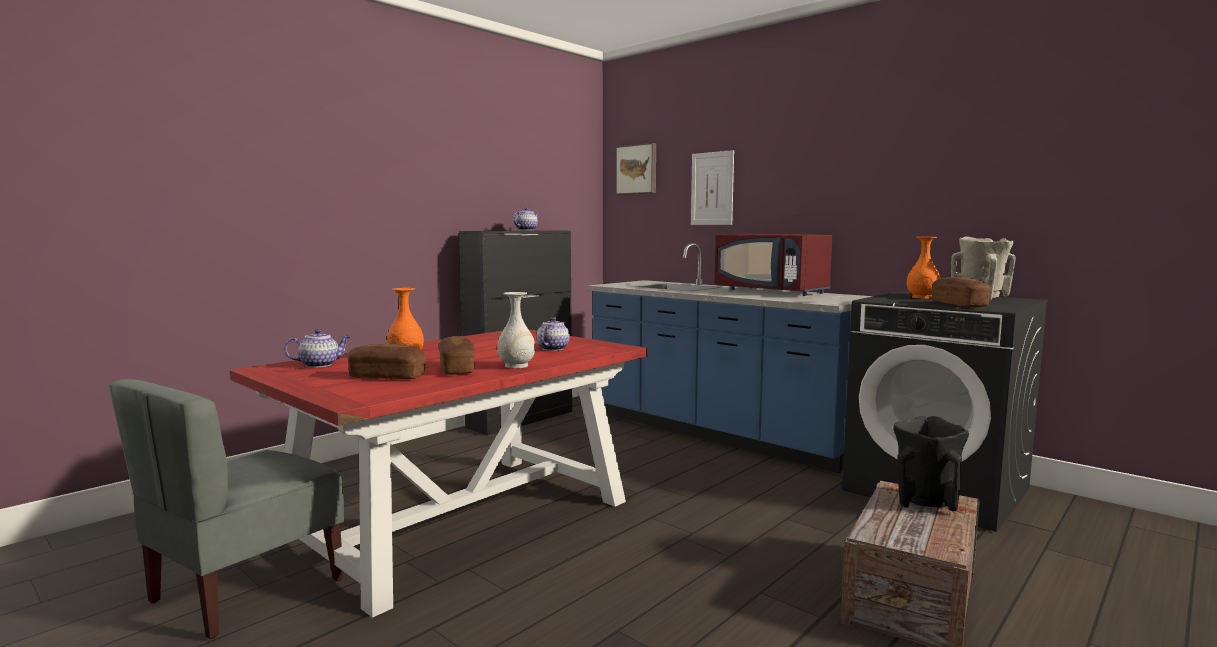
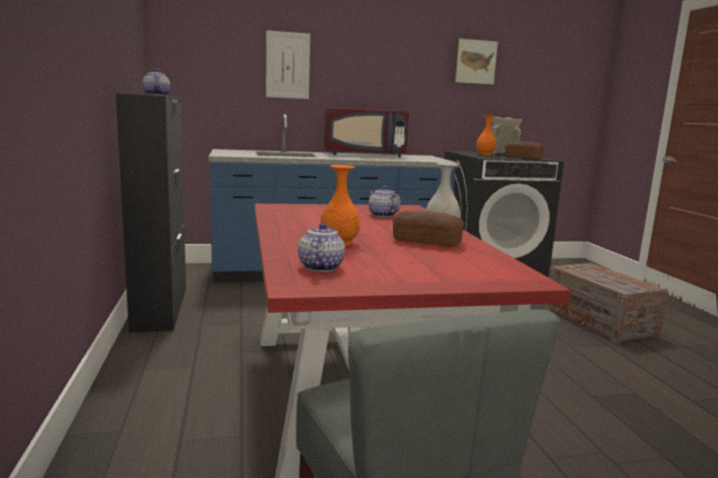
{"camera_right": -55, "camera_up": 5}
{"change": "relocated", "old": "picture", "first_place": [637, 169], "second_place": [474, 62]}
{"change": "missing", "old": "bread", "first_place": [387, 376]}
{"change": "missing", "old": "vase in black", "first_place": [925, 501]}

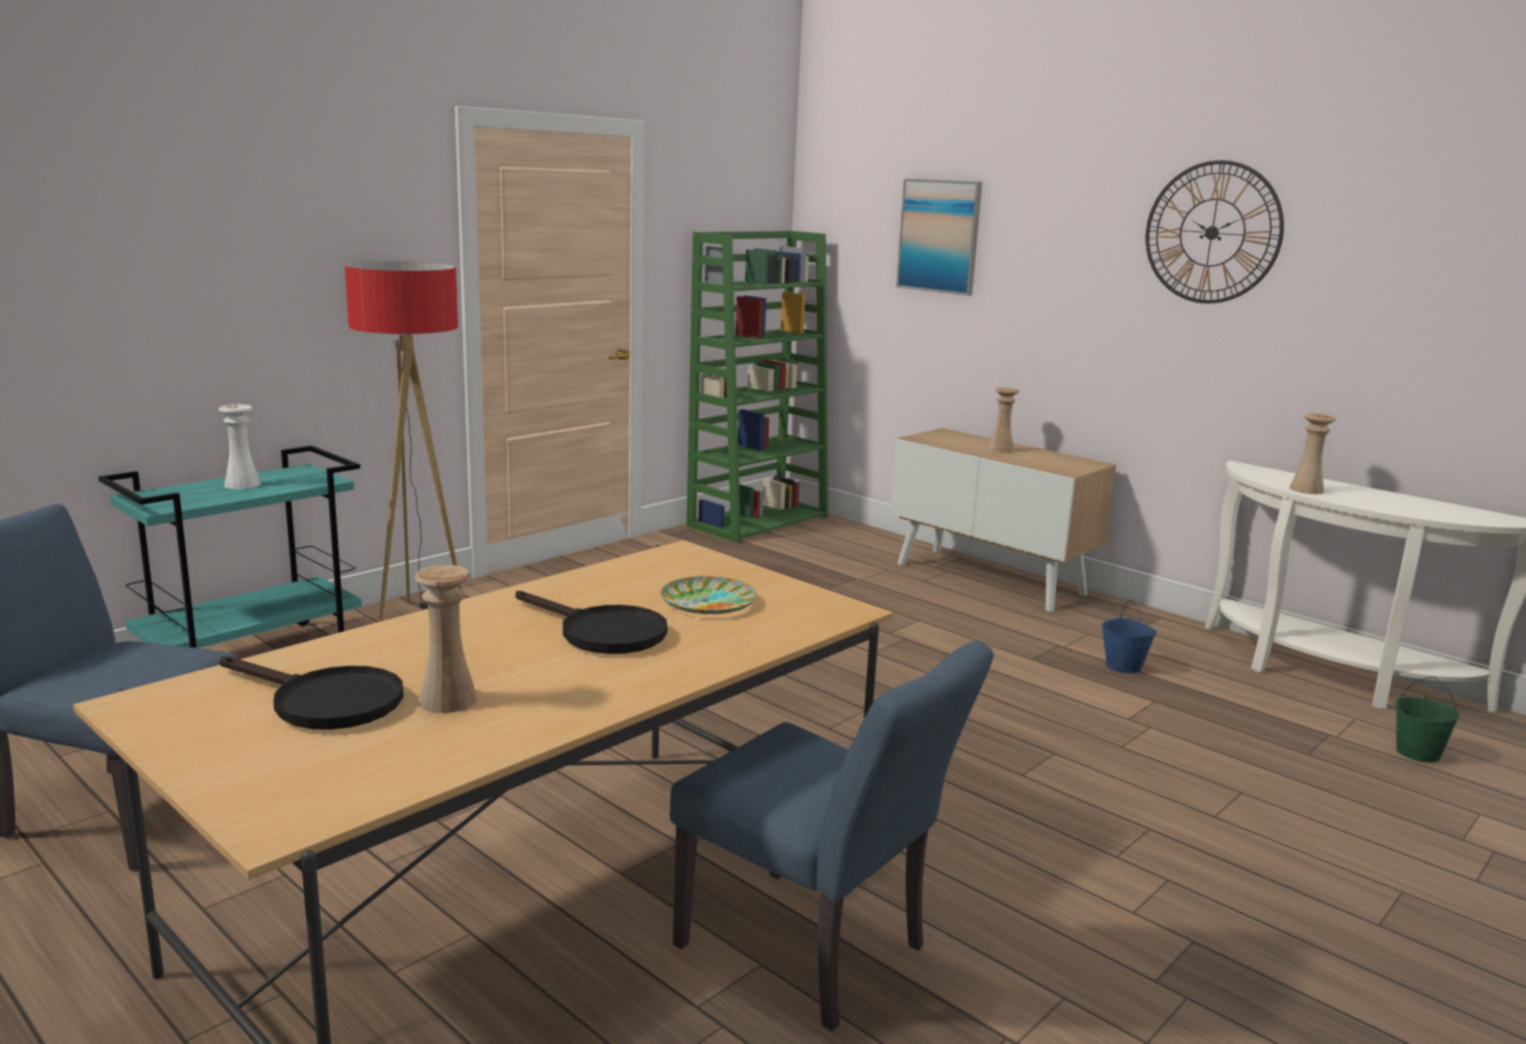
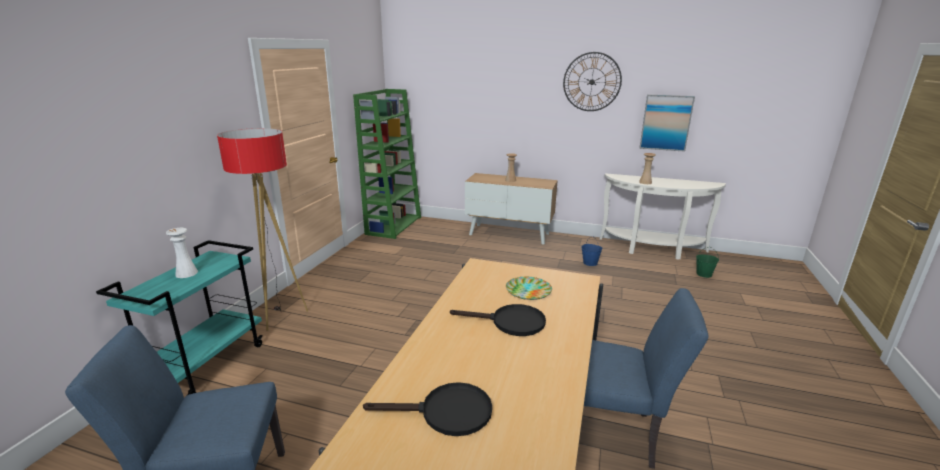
{"camera_right": -25, "camera_up": 5}
{"change": "relocated", "old": "picture", "first_place": [939, 236], "second_place": [666, 122]}
{"change": "missing", "old": "vase in beige", "first_place": [447, 700]}

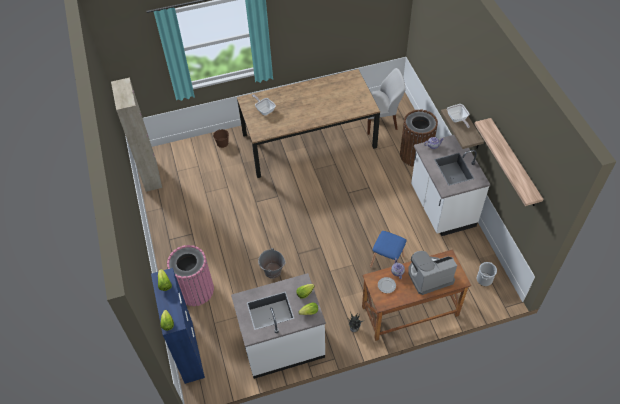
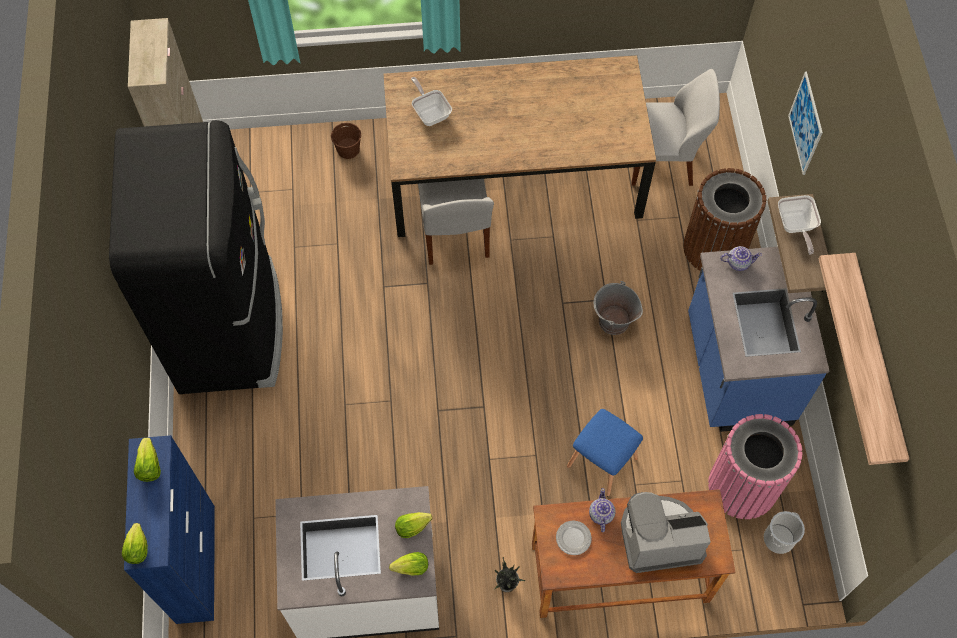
{"camera_right": 10, "camera_up": 10}
{"change": "appeared", "new": "fridge in black", "second_place": [230, 325]}
{"change": "appeared", "new": "chair in white", "second_place": [455, 236]}
{"change": "relocated", "old": "bucket in grey", "first_place": [272, 271], "second_place": [613, 321]}
{"change": "colour", "old": "counter in white", "new": "counter in blue", "first_place": [441, 207], "second_place": [736, 370]}
{"change": "relocated", "old": "trash can in pink", "first_place": [195, 290], "second_place": [743, 485]}
{"change": "appeared", "new": "picture", "second_place": [805, 123]}

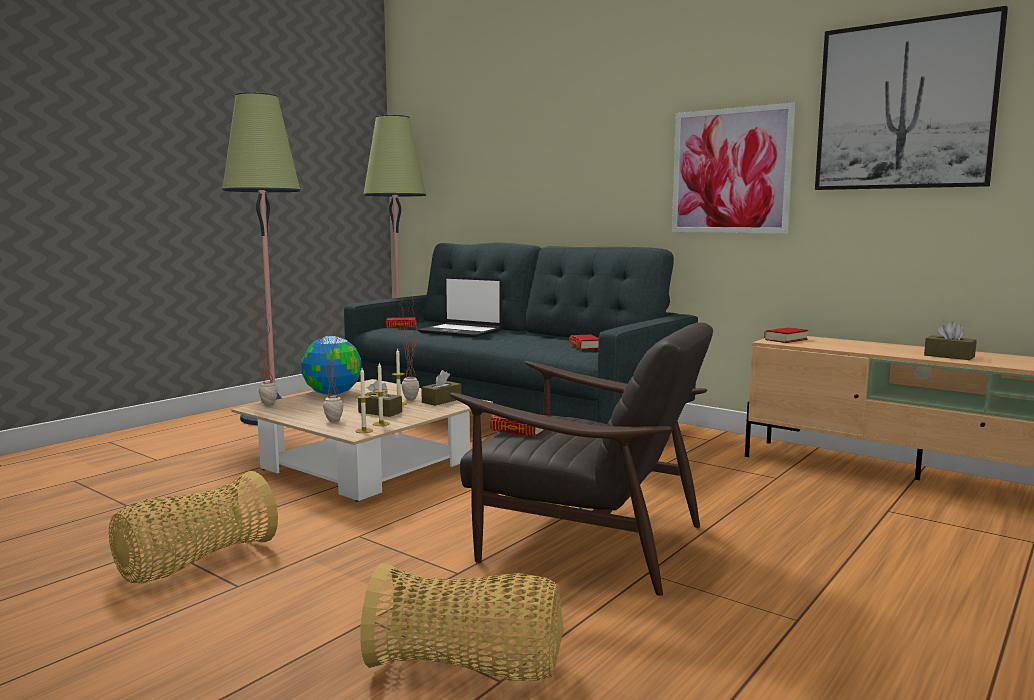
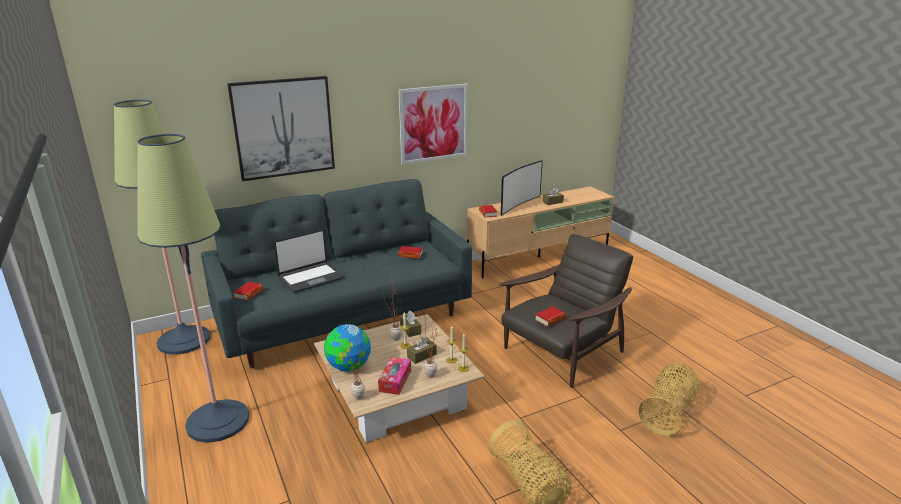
{"camera_right": -65, "camera_up": 15}
{"change": "relocated", "old": "picture", "first_place": [904, 106], "second_place": [283, 128]}
{"change": "appeared", "new": "tissue box", "second_place": [395, 381]}
{"change": "appeared", "new": "television", "second_place": [518, 205]}

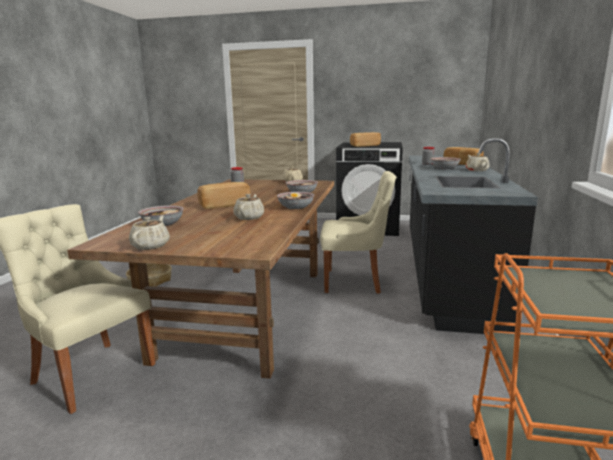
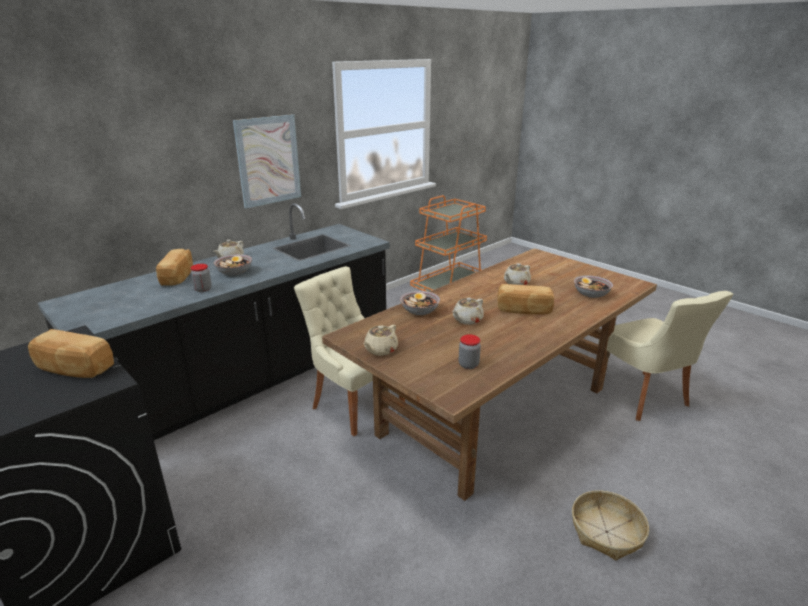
{"camera_right": -145, "camera_up": 10}
{"change": "appeared", "new": "picture", "second_place": [268, 161]}
{"change": "relocated", "old": "teapot in beige", "first_place": [151, 245], "second_place": [467, 320]}
{"change": "missing", "old": "bowl", "first_place": [296, 207]}

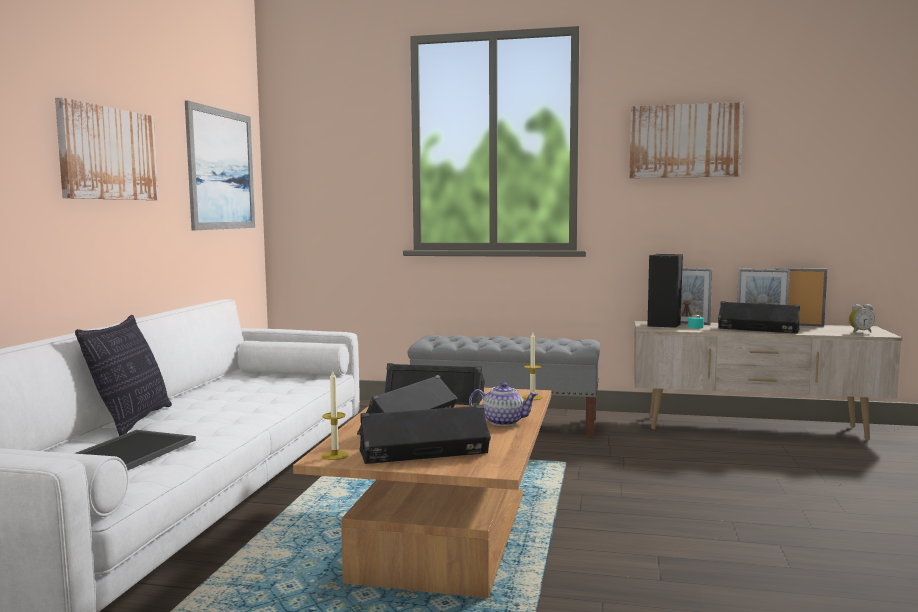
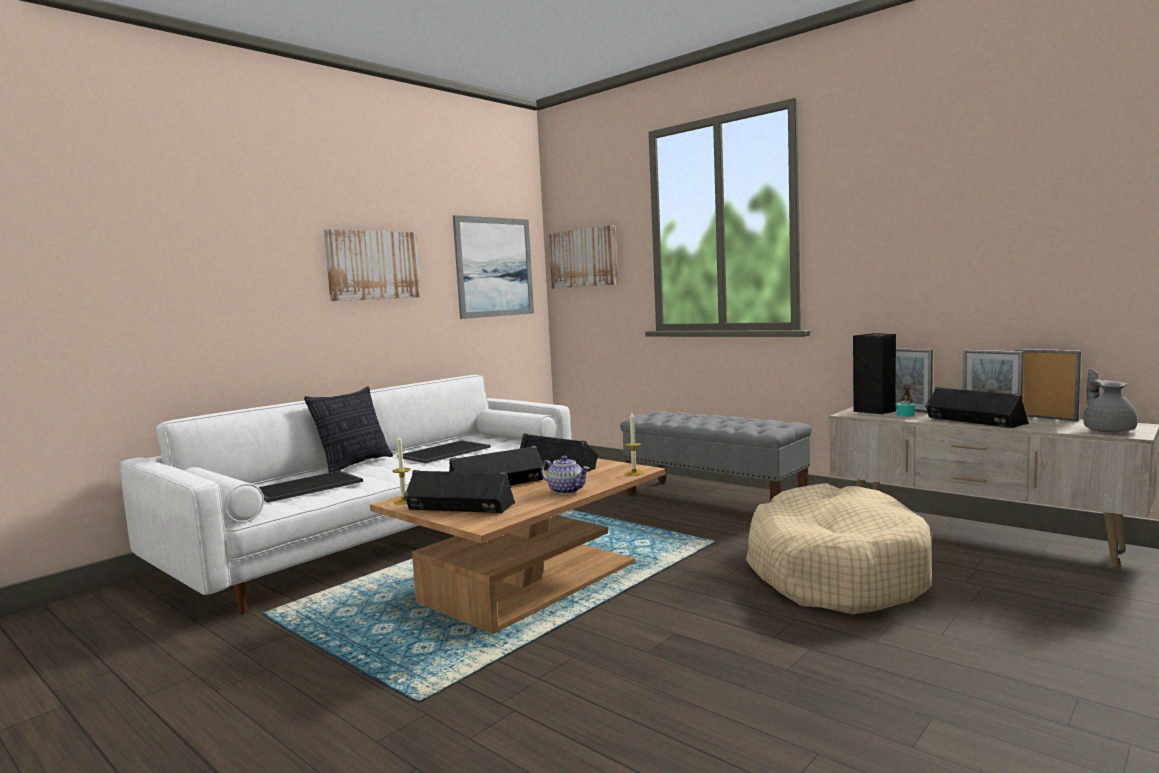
{"camera_right": 30, "camera_up": 0}
{"change": "appeared", "new": "tray", "second_place": [445, 452]}
{"change": "relocated", "old": "picture", "first_place": [684, 141], "second_place": [583, 258]}
{"change": "appeared", "new": "dog bed in beige", "second_place": [835, 572]}
{"change": "exchanged", "old": "alarm clock", "new": "teapot in grey", "first_place": [860, 332], "second_place": [1108, 430]}

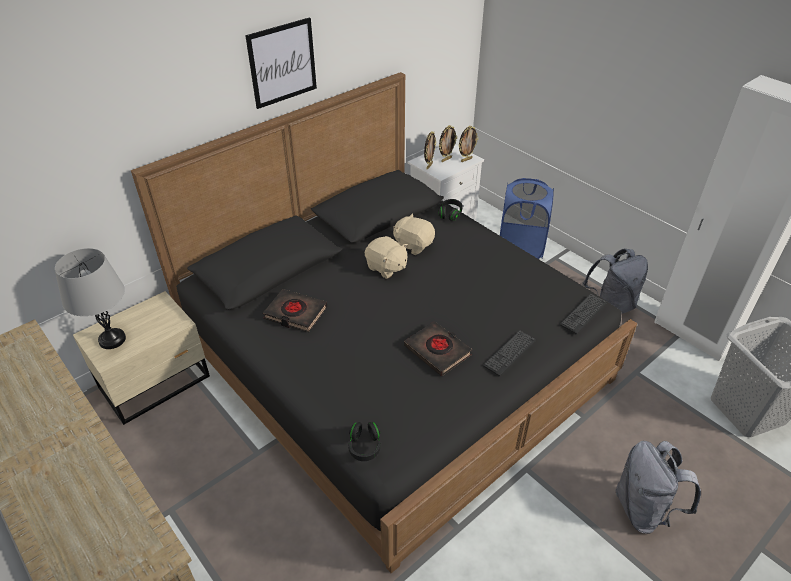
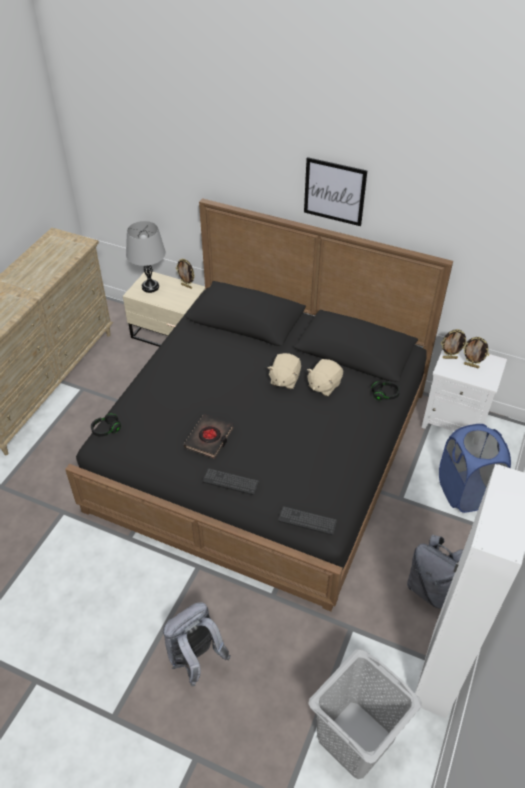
{"camera_right": 65, "camera_up": 5}
{"change": "relocated", "old": "picture frame", "first_place": [466, 160], "second_place": [187, 286]}
{"change": "spun", "old": "plush toy in beige", "first_place": [413, 245], "second_place": [324, 385], "degrees": -150}
{"change": "missing", "old": "book in black", "first_place": [295, 313]}

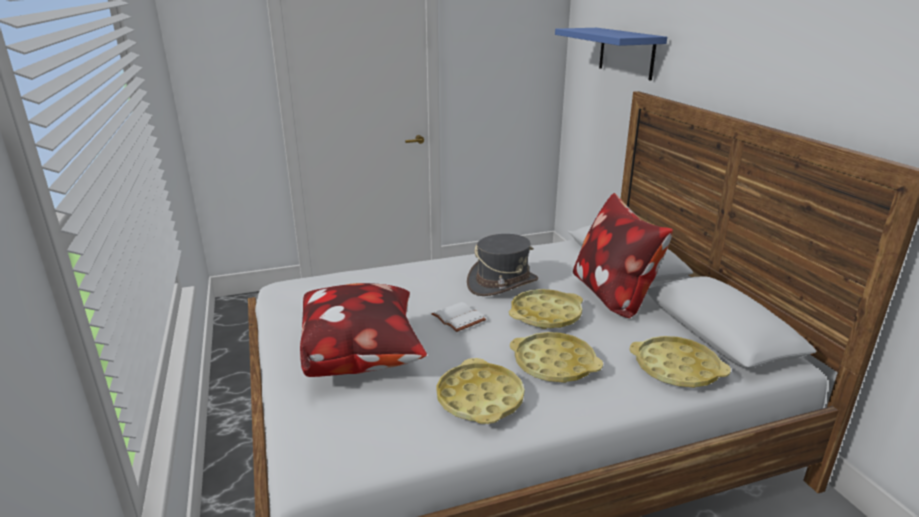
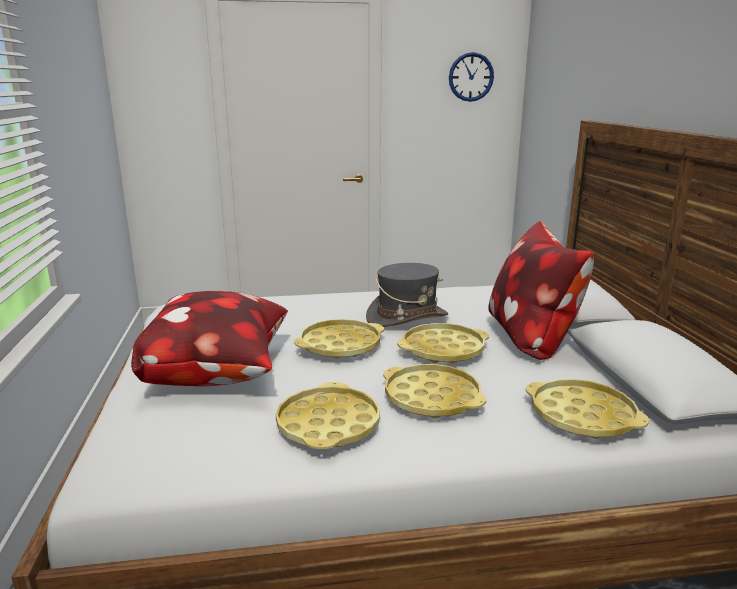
{"camera_right": 10, "camera_up": -5}
{"change": "exchanged", "old": "book in white", "new": "tray in yellow", "first_place": [456, 318], "second_place": [340, 345]}
{"change": "appeared", "new": "wall clock", "second_place": [471, 77]}
{"change": "missing", "old": "shelf in blue", "first_place": [626, 53]}

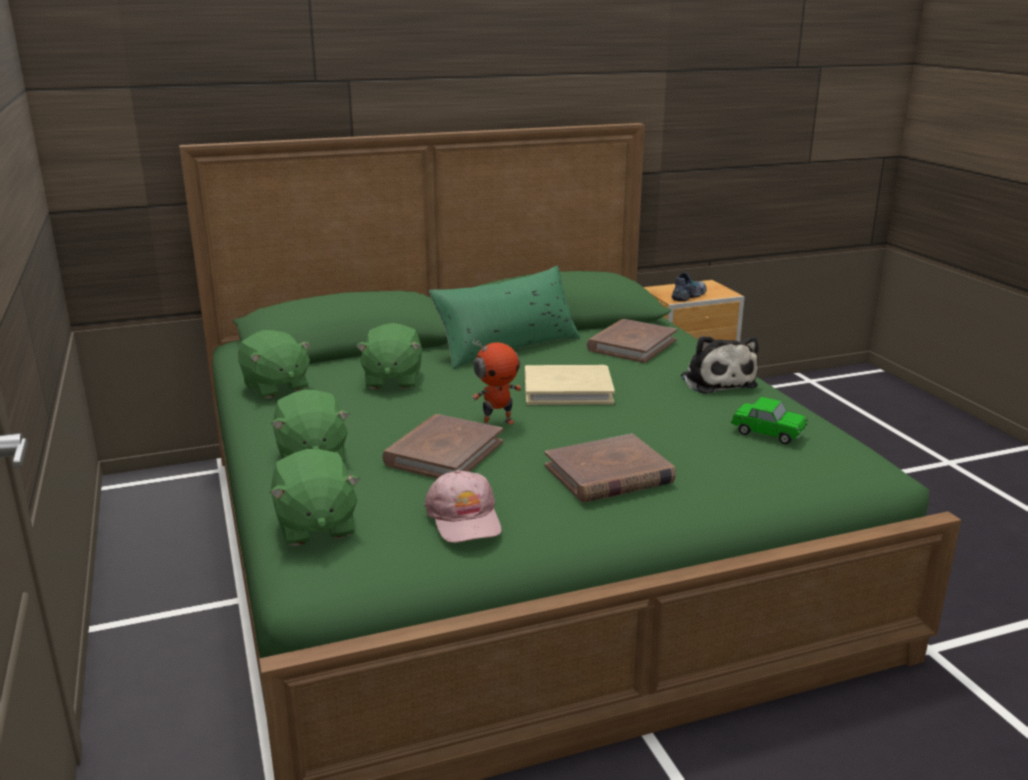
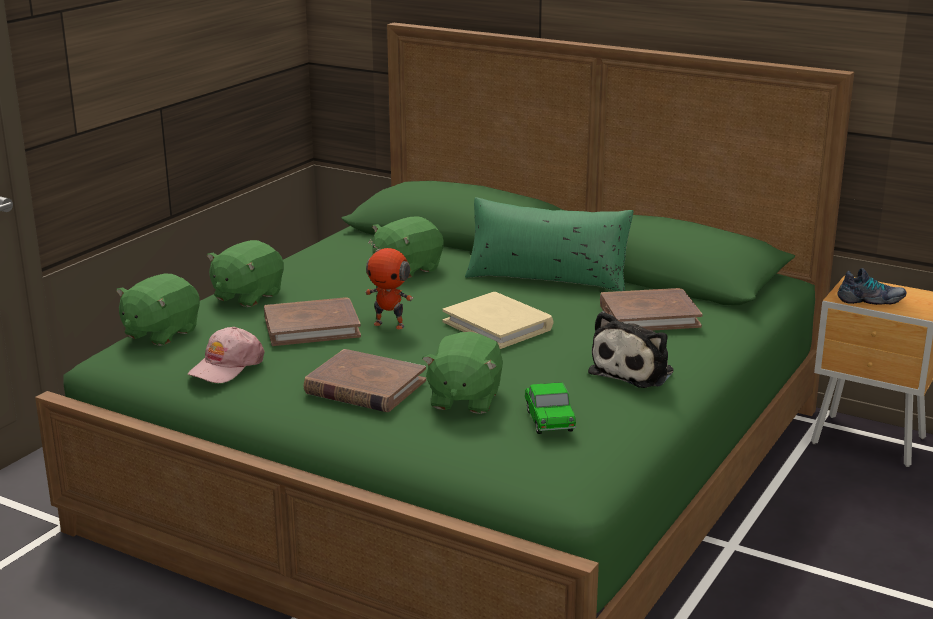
{"camera_right": 50, "camera_up": 0}
{"change": "relocated", "old": "plush toy in green", "first_place": [275, 387], "second_place": [464, 399]}

